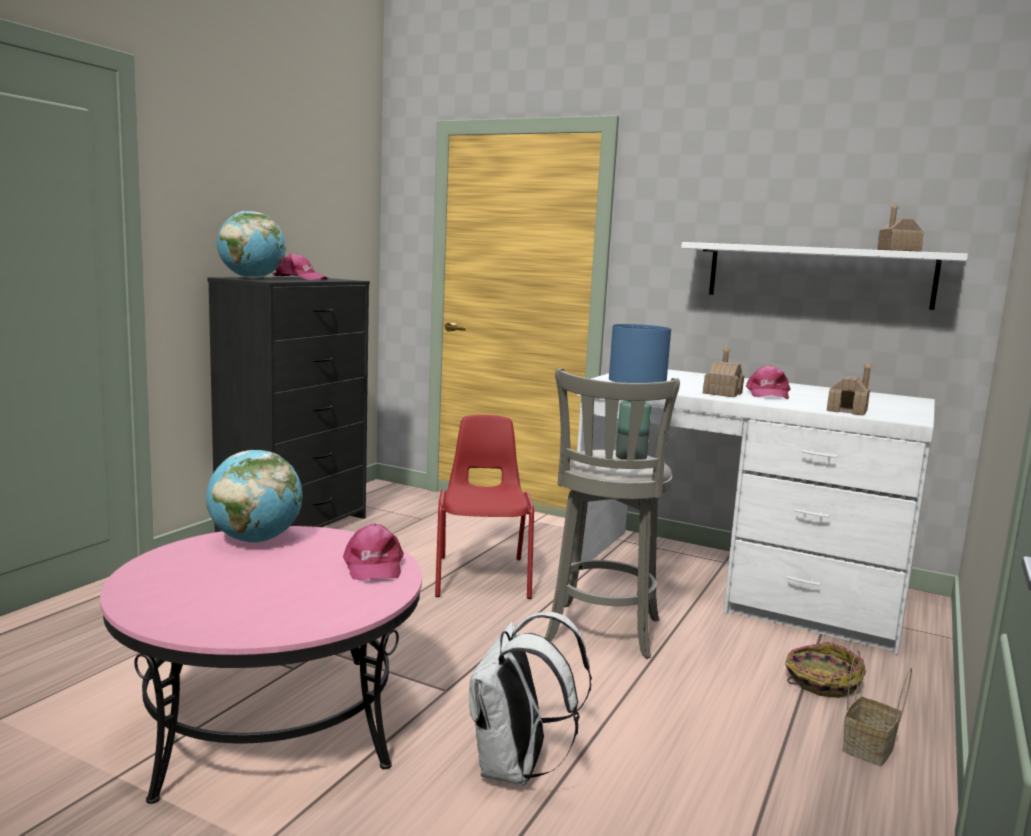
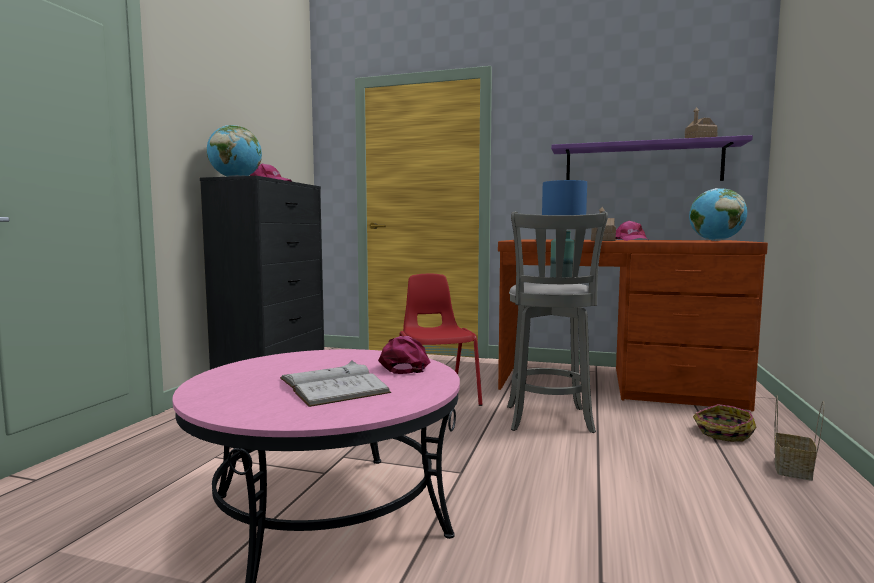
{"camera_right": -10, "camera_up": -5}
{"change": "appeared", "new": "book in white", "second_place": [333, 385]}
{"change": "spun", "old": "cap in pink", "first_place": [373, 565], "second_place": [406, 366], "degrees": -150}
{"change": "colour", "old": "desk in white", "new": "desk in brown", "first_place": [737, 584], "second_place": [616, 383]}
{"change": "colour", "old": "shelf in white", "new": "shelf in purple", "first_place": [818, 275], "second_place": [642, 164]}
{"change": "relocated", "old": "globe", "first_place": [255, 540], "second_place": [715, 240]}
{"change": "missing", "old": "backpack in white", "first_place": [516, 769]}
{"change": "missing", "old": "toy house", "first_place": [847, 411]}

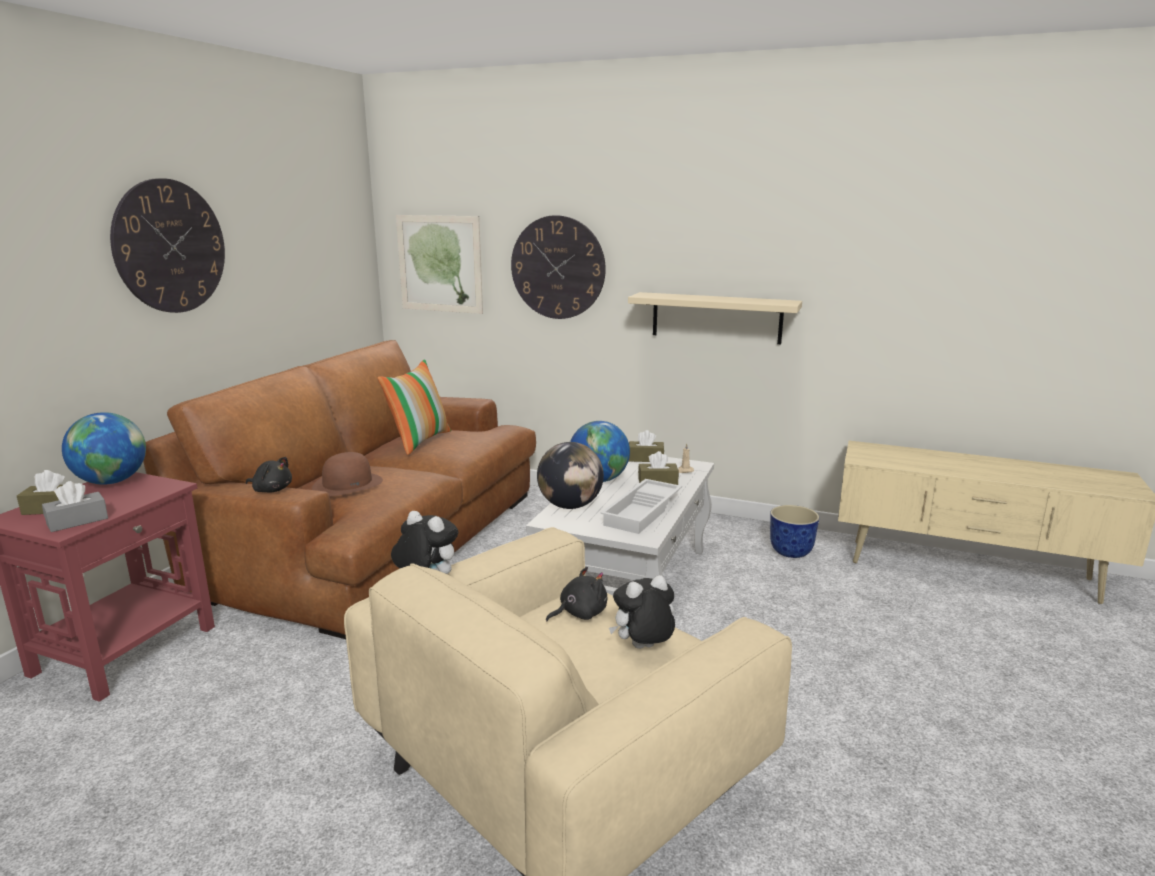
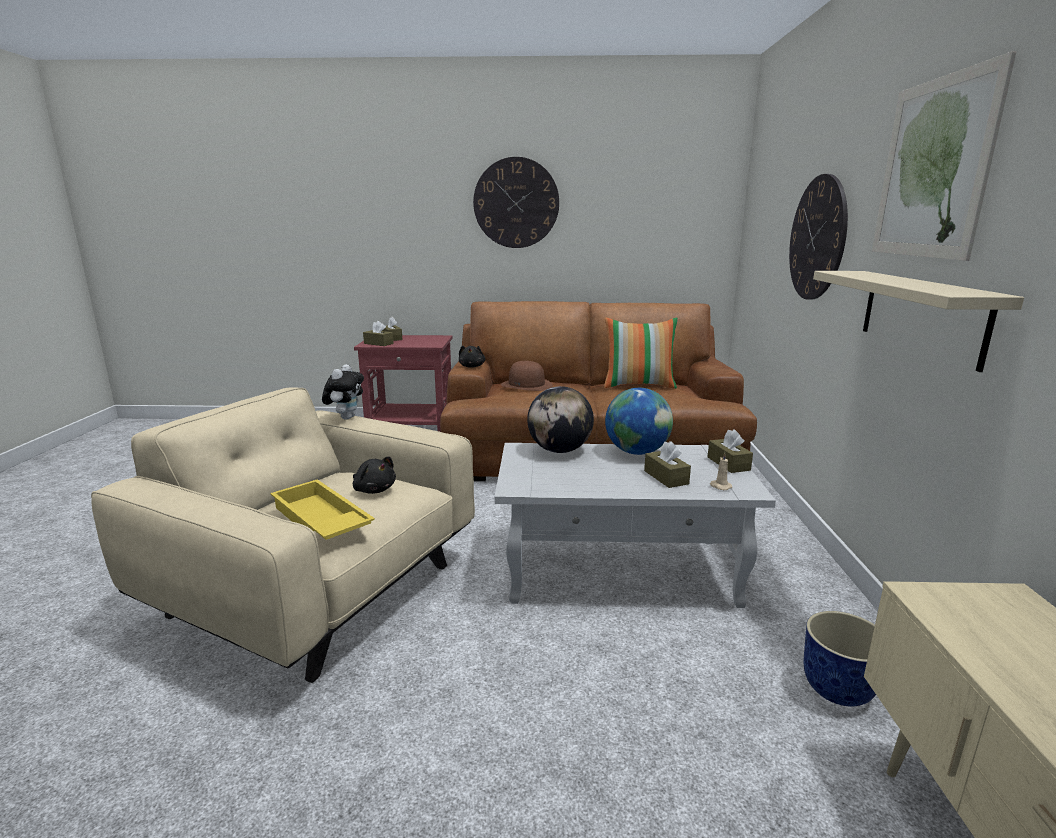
{"camera_right": 70, "camera_up": 0}
{"change": "exchanged", "old": "plush toy", "new": "tray in yellow", "first_place": [643, 649], "second_place": [319, 520]}
{"change": "colour", "old": "tissue box in grey", "new": "tissue box in brown", "first_place": [77, 521], "second_place": [378, 343]}
{"change": "relocated", "old": "picture", "first_place": [440, 264], "second_place": [933, 168]}
{"change": "missing", "old": "globe", "first_place": [111, 482]}
{"change": "missing", "old": "tray in white", "first_place": [643, 512]}

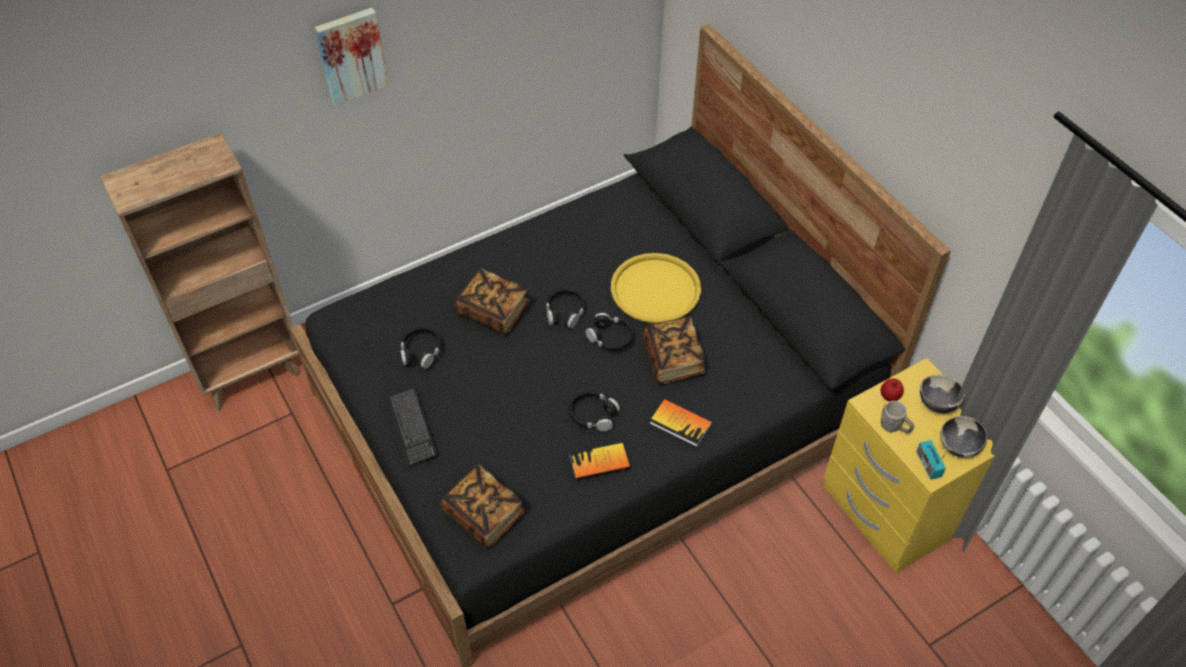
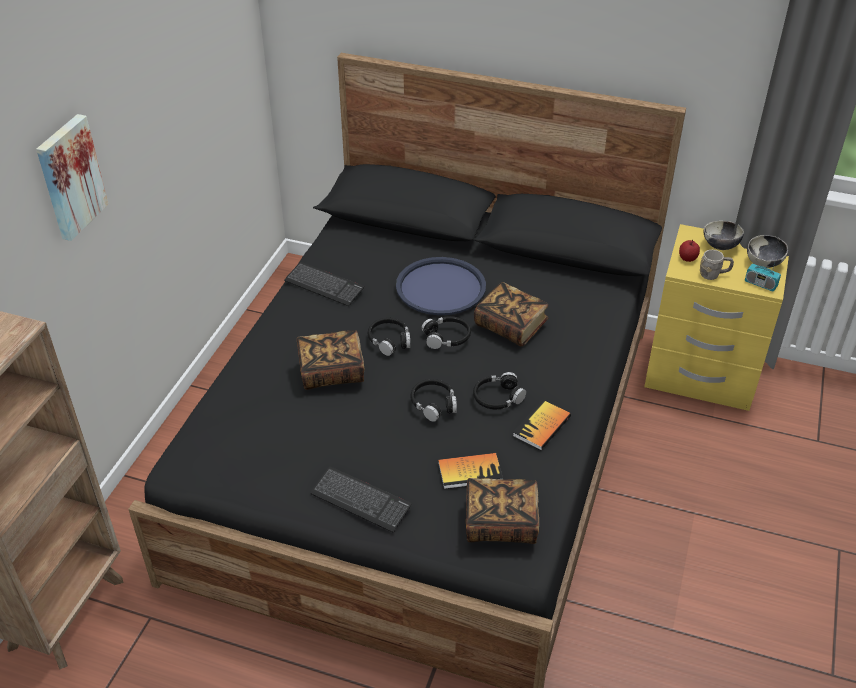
{"camera_right": -40, "camera_up": -10}
{"change": "appeared", "new": "keyboard", "second_place": [324, 285]}
{"change": "colour", "old": "tray in yellow", "new": "tray in blue", "first_place": [655, 289], "second_place": [440, 287]}
{"change": "relocated", "old": "headphones in black", "first_place": [421, 351], "second_place": [434, 404]}
{"change": "relocated", "old": "book", "first_place": [680, 423], "second_place": [470, 472]}

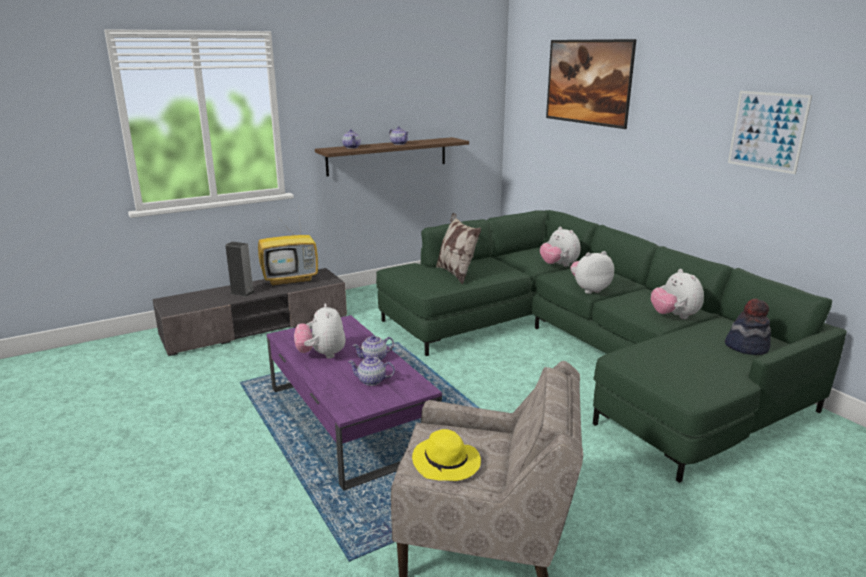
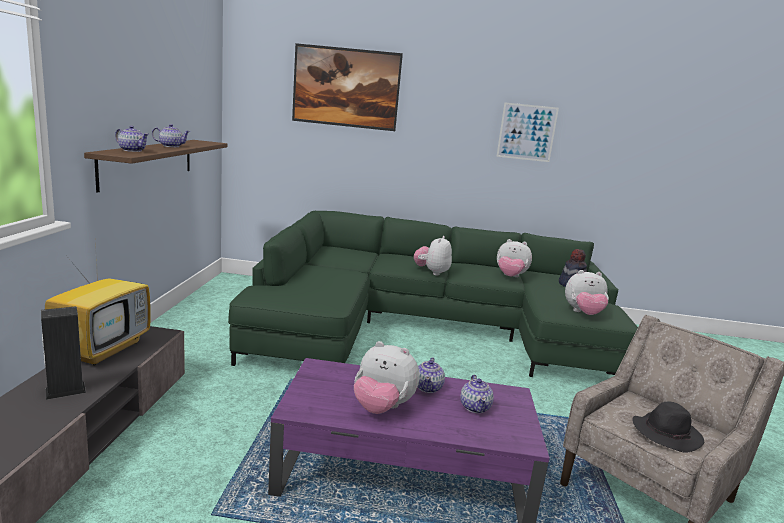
{"camera_right": -55, "camera_up": -5}
{"change": "spun", "old": "teapot", "first_place": [372, 381], "second_place": [475, 407], "degrees": -45}
{"change": "relocated", "old": "plush toy", "first_place": [558, 265], "second_place": [583, 313]}
{"change": "colour", "old": "hat in yellow", "new": "hat in black", "first_place": [447, 463], "second_place": [666, 434]}
{"change": "missing", "old": "pillow", "first_place": [456, 273]}

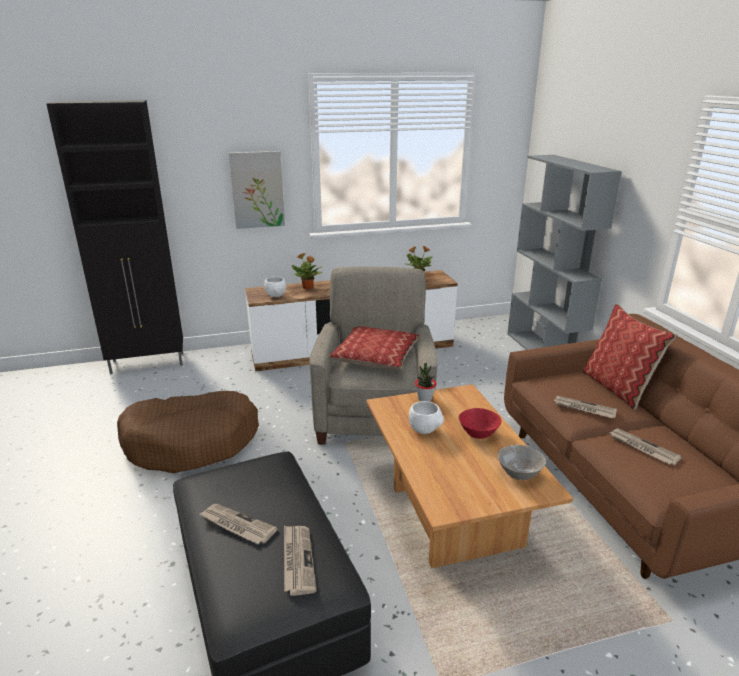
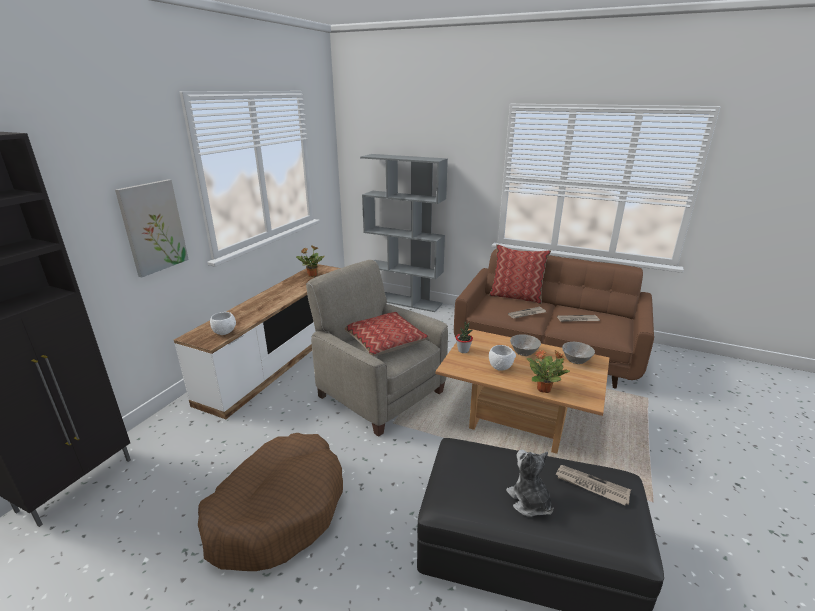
{"camera_right": -50, "camera_up": 0}
{"change": "exchanged", "old": "newspaper", "new": "plush toy", "first_place": [237, 525], "second_place": [529, 501]}
{"change": "colour", "old": "bowl in red", "new": "bowl in grey", "first_place": [478, 434], "second_place": [523, 353]}
{"change": "relocated", "old": "potted plant", "first_place": [308, 288], "second_place": [544, 389]}

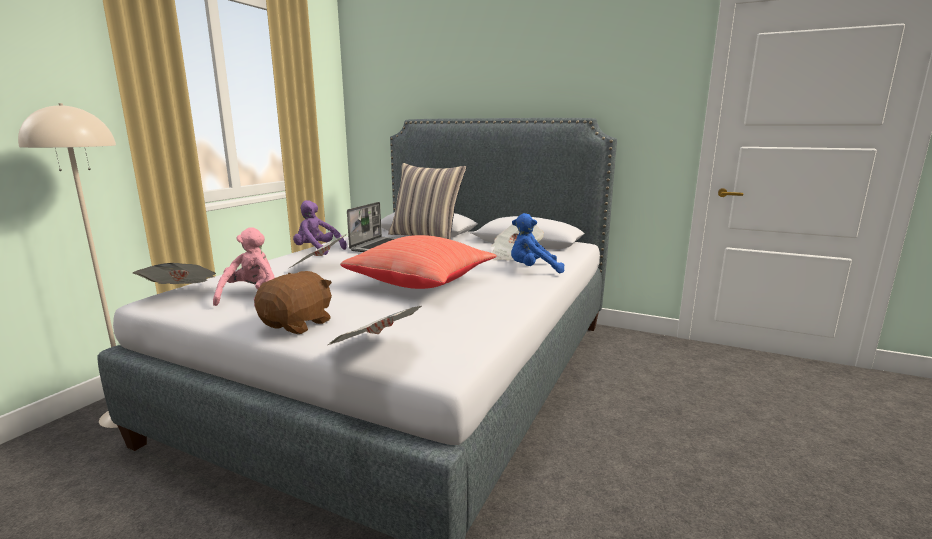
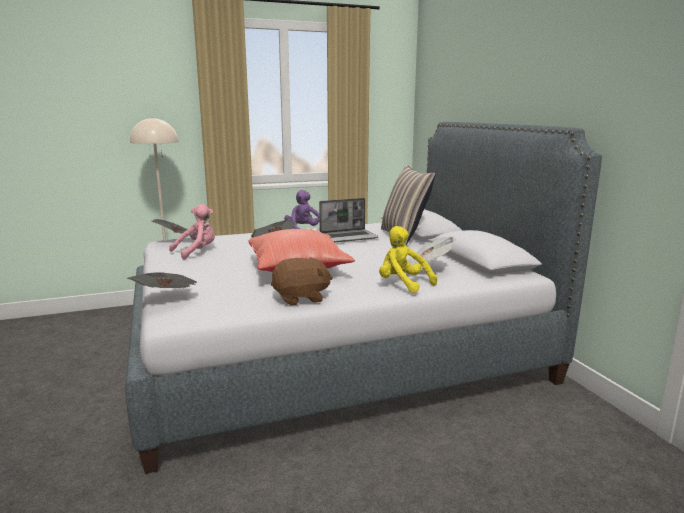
{"camera_right": 45, "camera_up": 0}
{"change": "relocated", "old": "plush toy in brown", "first_place": [298, 324], "second_place": [301, 298]}
{"change": "colour", "old": "plush toy in blue", "new": "plush toy in yellow", "first_place": [533, 270], "second_place": [403, 284]}

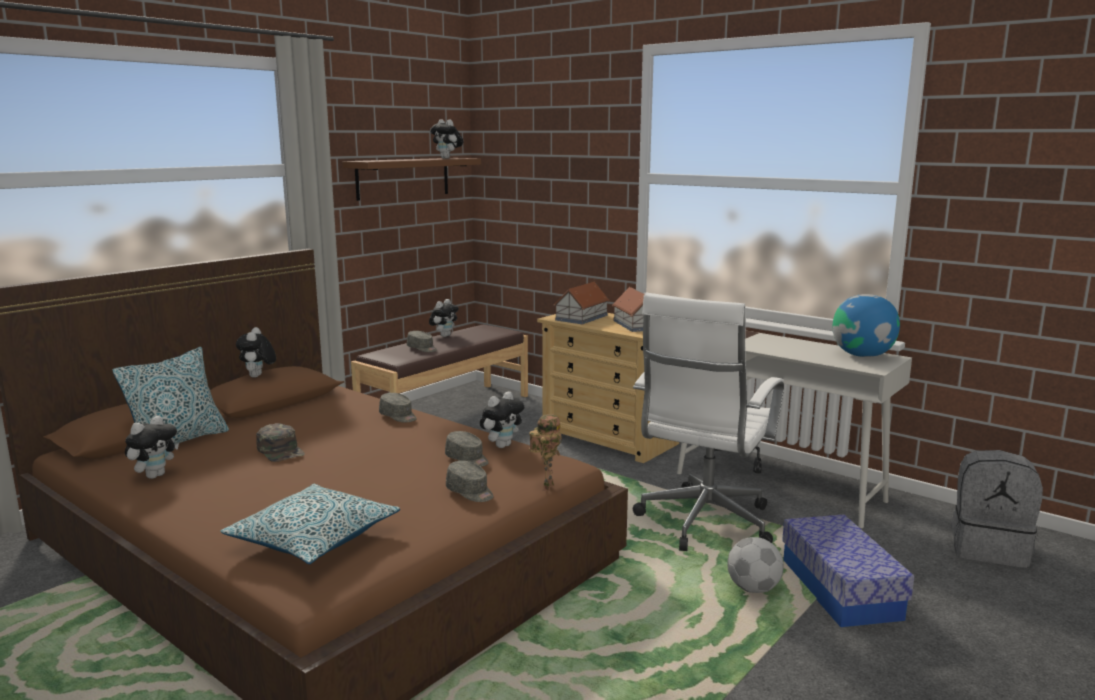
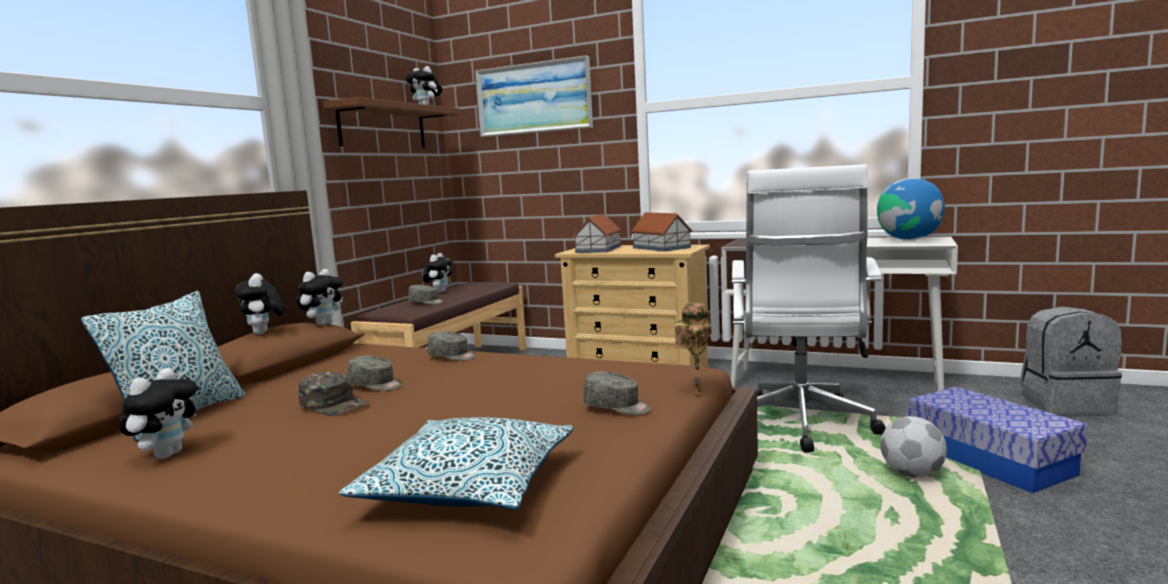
{"camera_right": -15, "camera_up": -5}
{"change": "relocated", "old": "plush toy", "first_place": [502, 445], "second_place": [323, 324]}
{"change": "relocated", "old": "cap in grey", "first_place": [467, 459], "second_place": [376, 385]}
{"change": "appeared", "new": "picture", "second_place": [533, 98]}

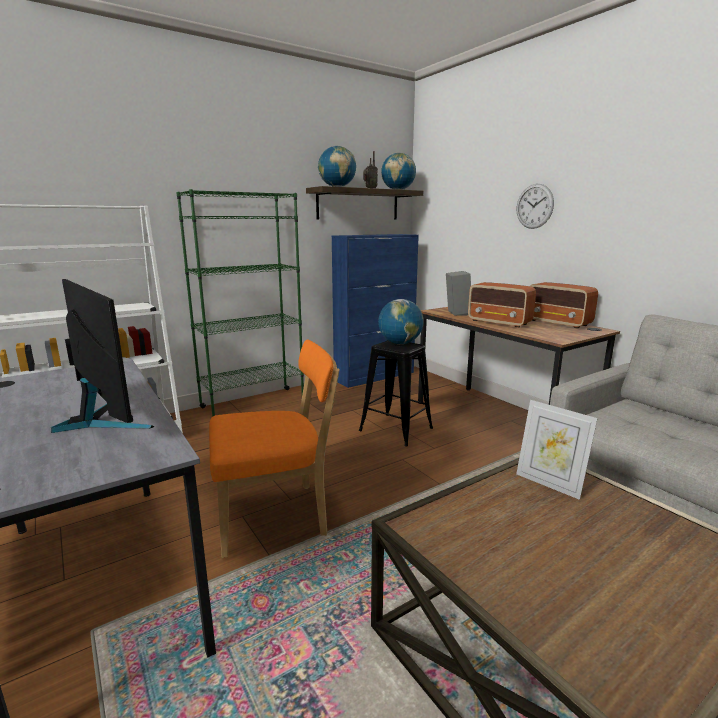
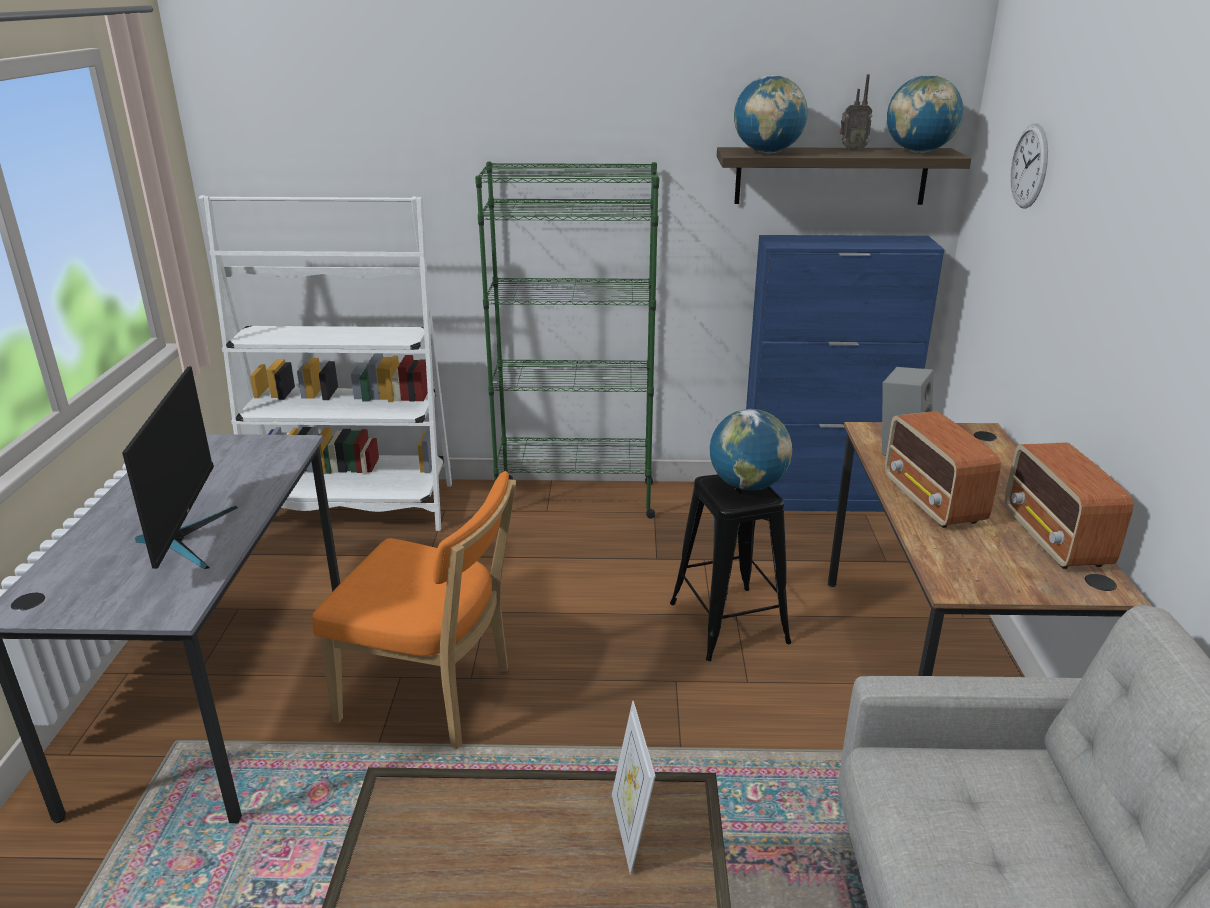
{"camera_right": 35, "camera_up": 10}
{"change": "relocated", "old": "wall clock", "first_place": [534, 206], "second_place": [1029, 166]}

